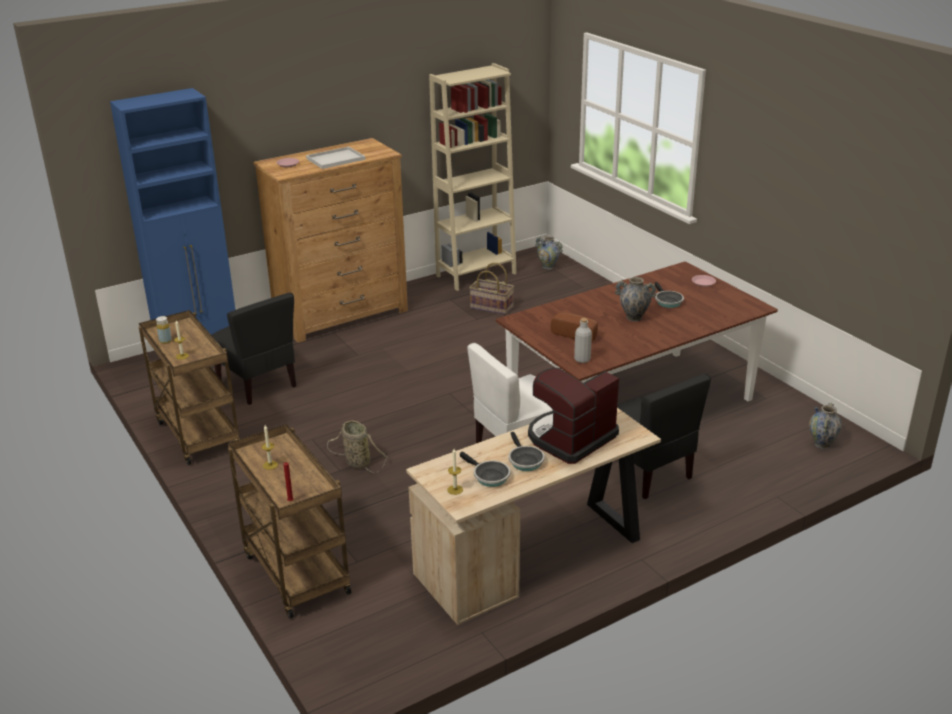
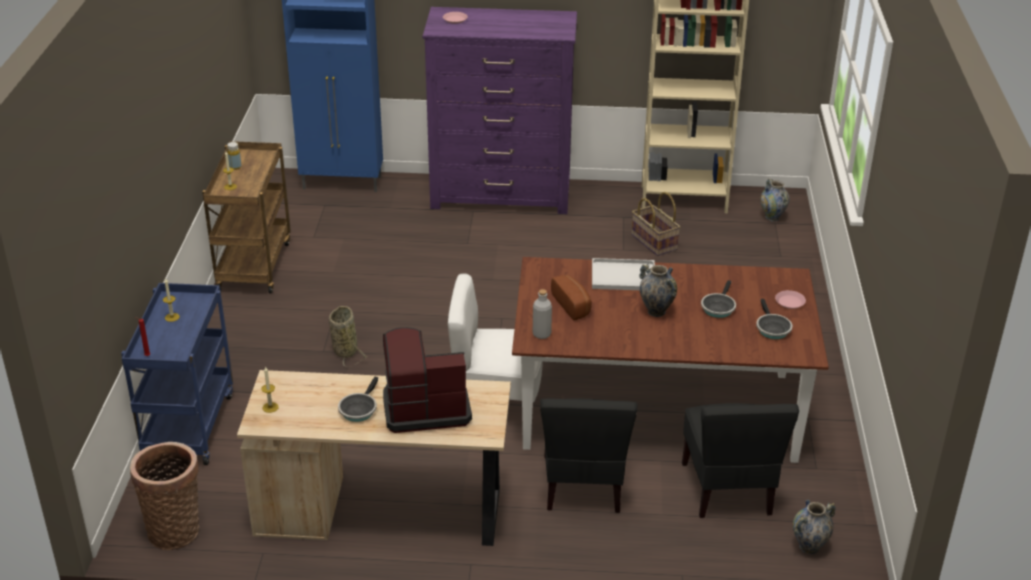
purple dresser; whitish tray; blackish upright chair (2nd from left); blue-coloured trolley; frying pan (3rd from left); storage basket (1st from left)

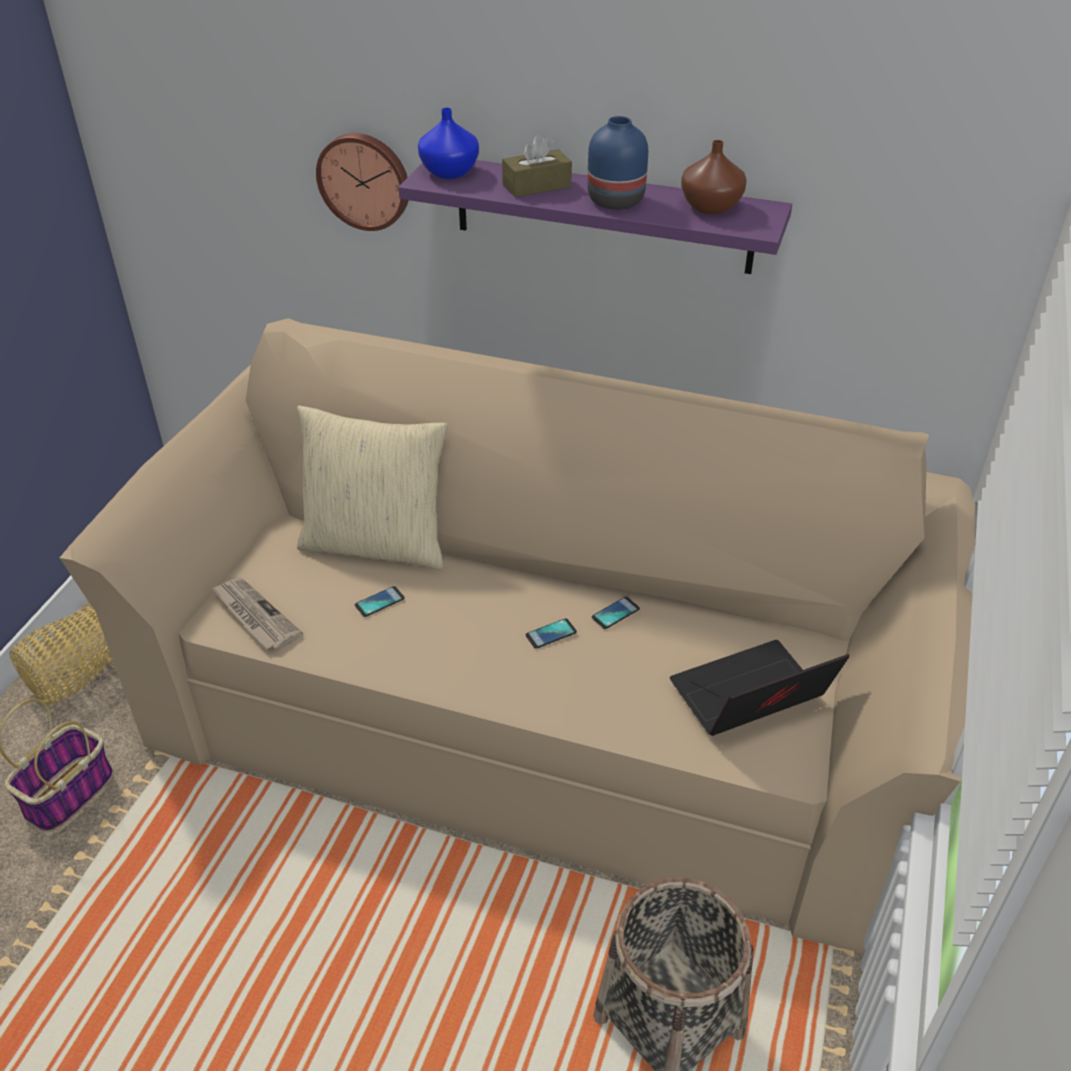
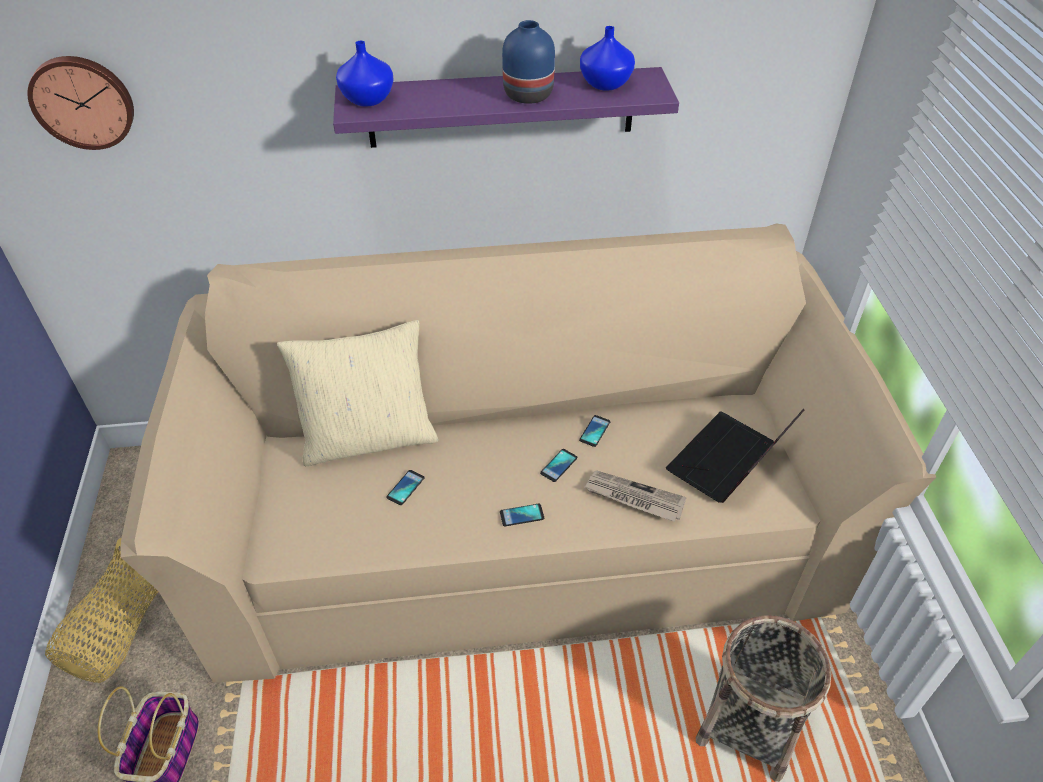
hanging clock; brown-coloured tissue box; blue-coloured decorative vase (3rd from left); newspaper; handset (2nd from left)

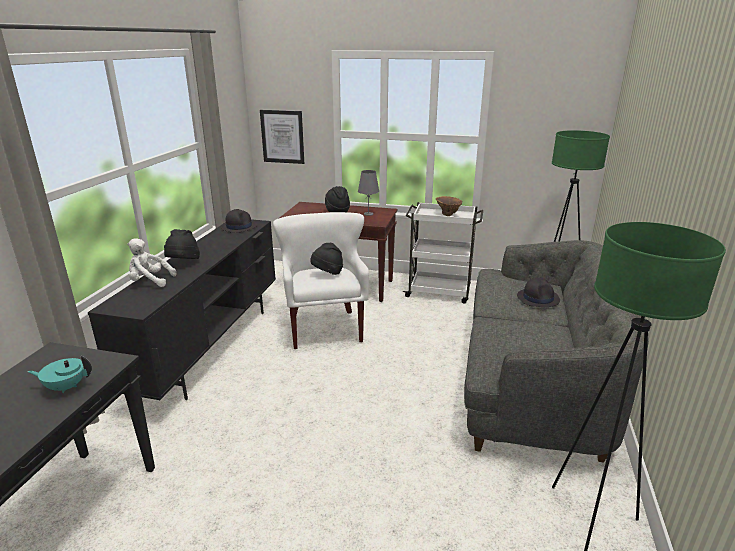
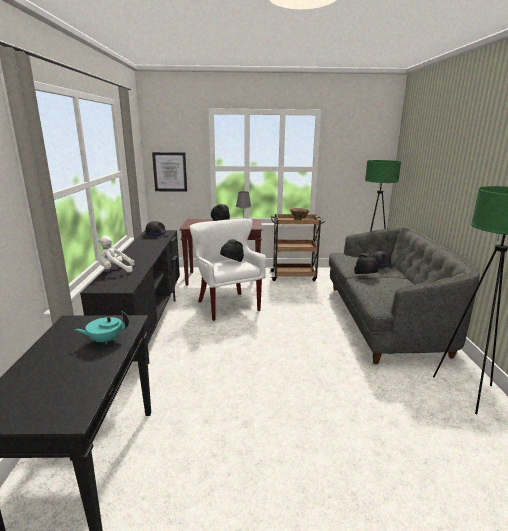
brown-coloured trolley; blackish wearable hat (4th from left)

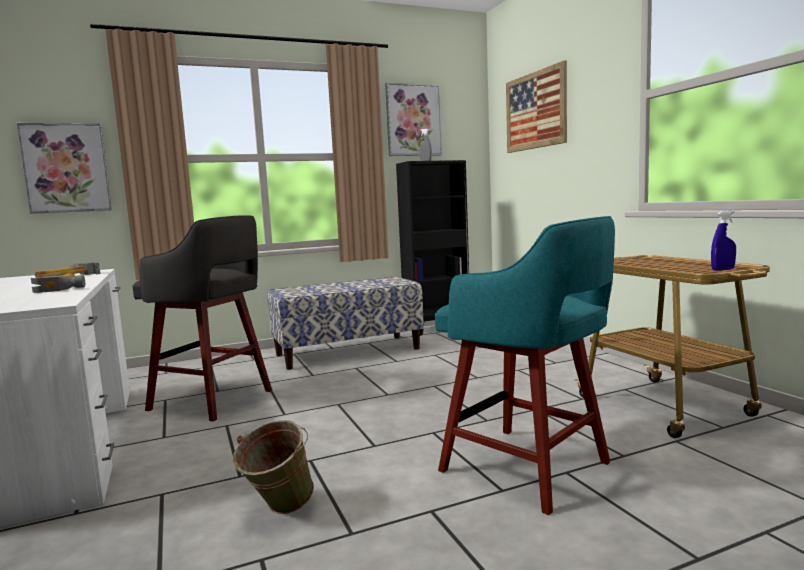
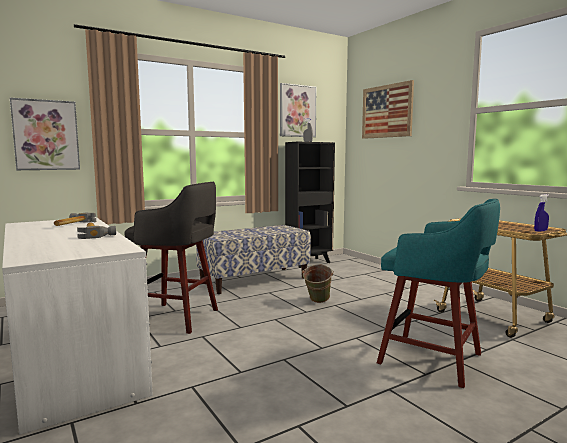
green-coloured water bucket

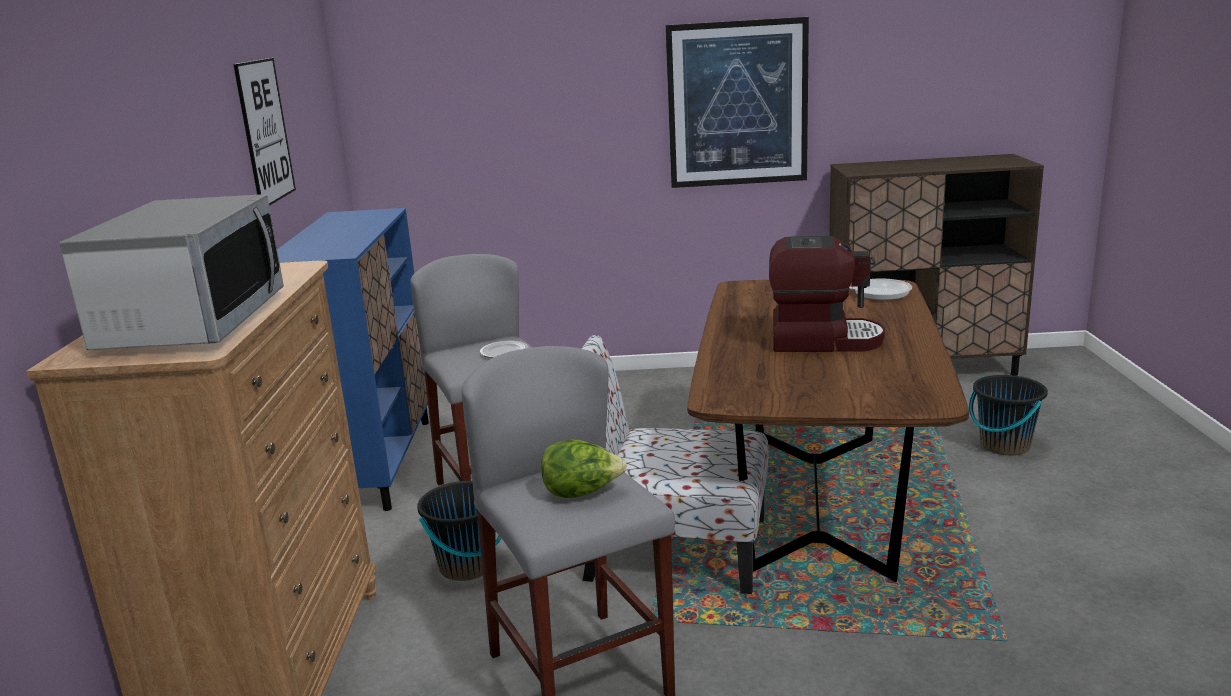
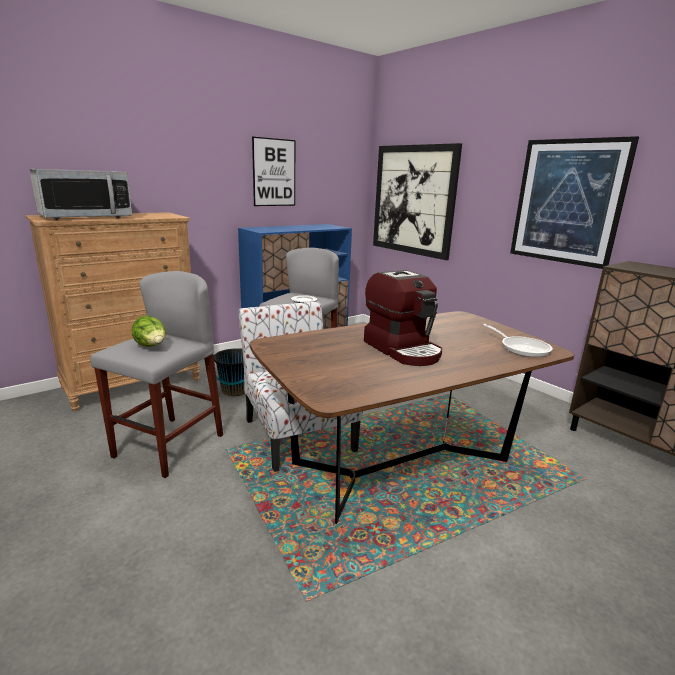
blackish water bucket (2nd from left in the first image); wall art (2nd from left)

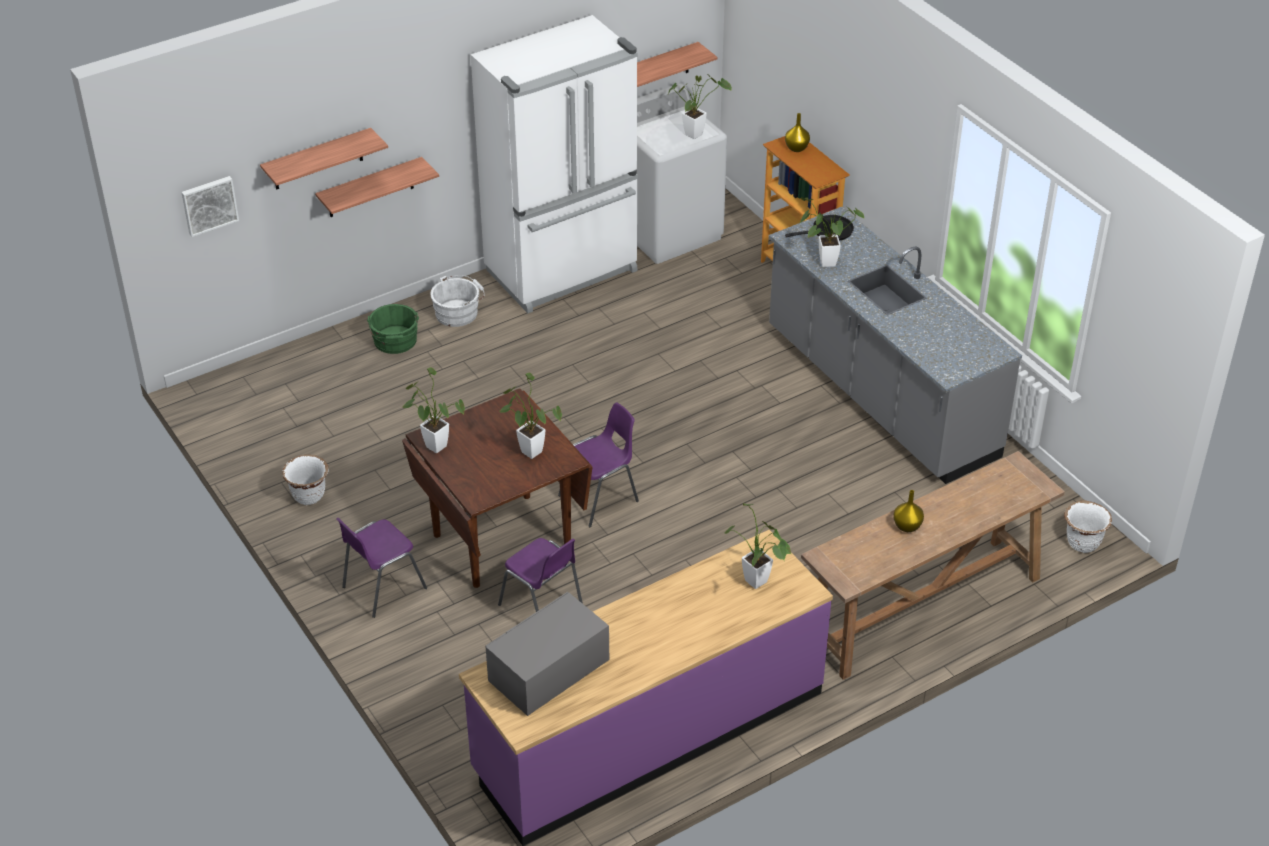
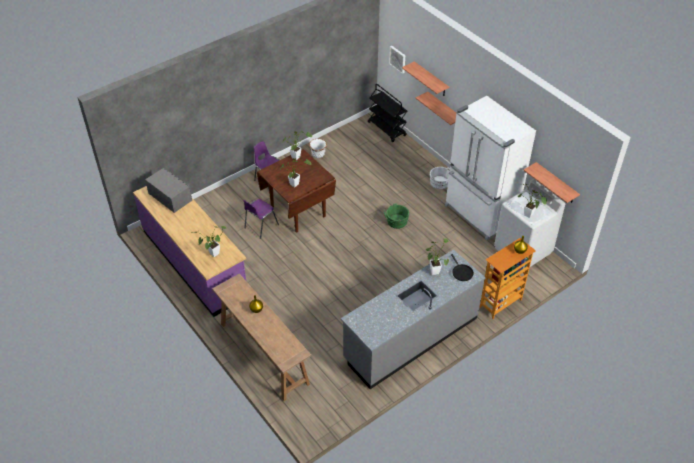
green-coloured water bucket; purple upright chair (3rd from left in the first image); whitish flower pot (2nd from left in the first image); blackish trolley

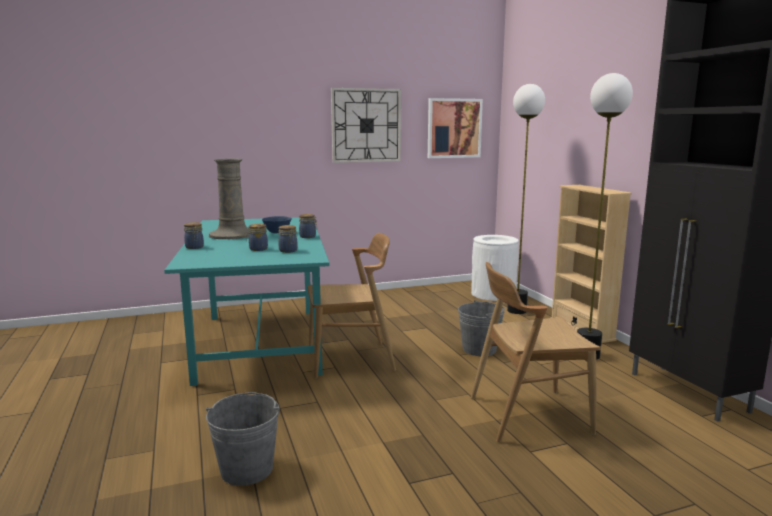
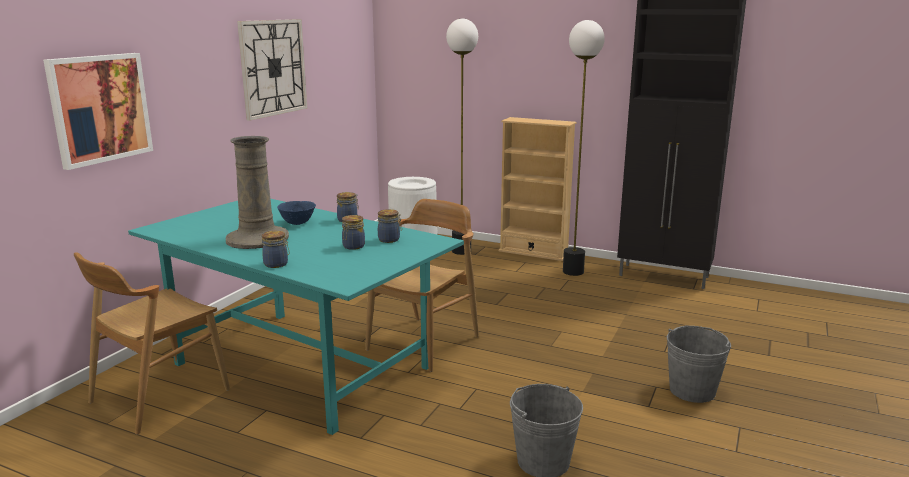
wall art; brown-coloured upright chair (1st from left); gray water bucket (2nd from left)

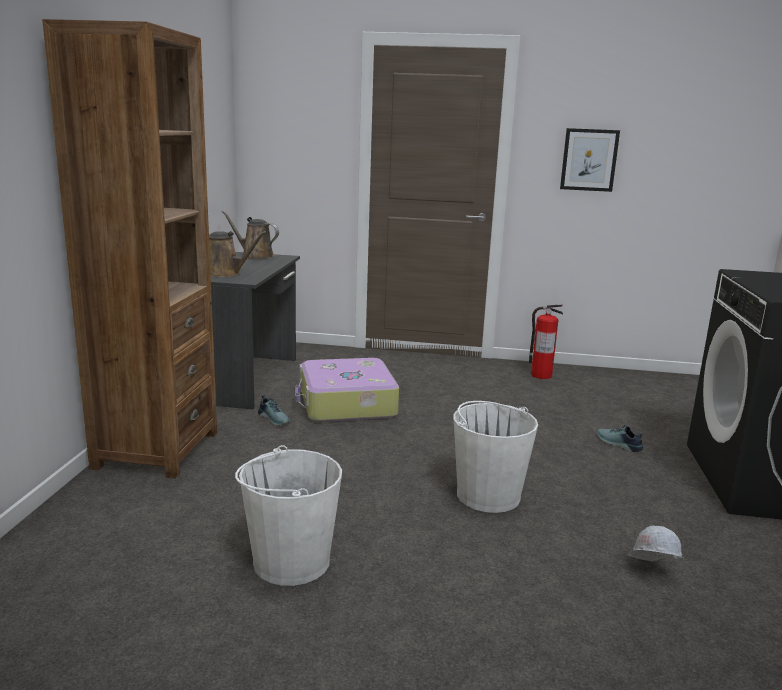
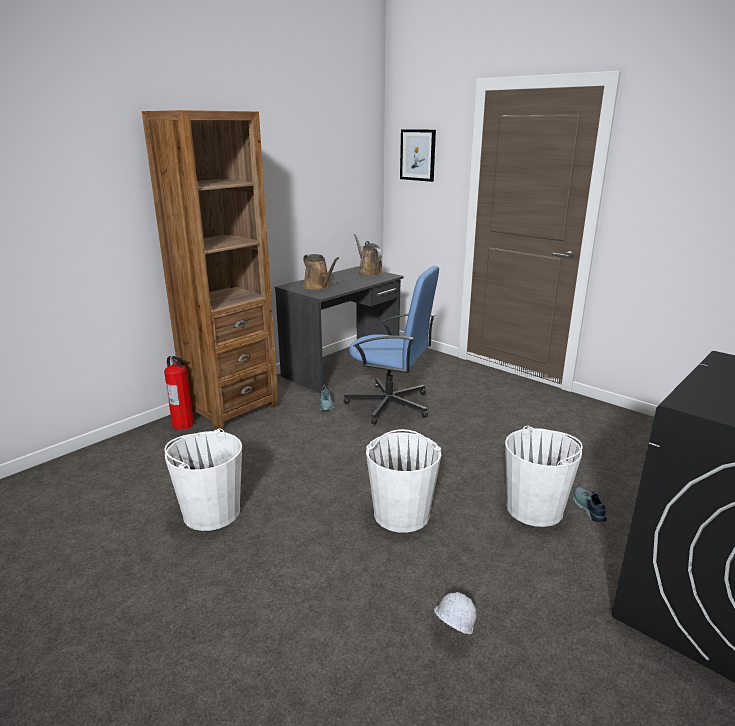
wall art; extinguisher; blue-coloured desk chair; whitish water bucket (3rd from left)

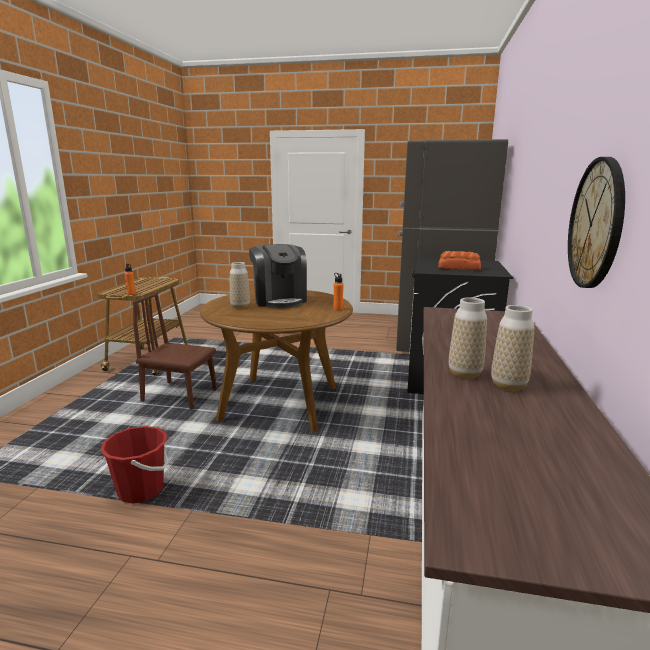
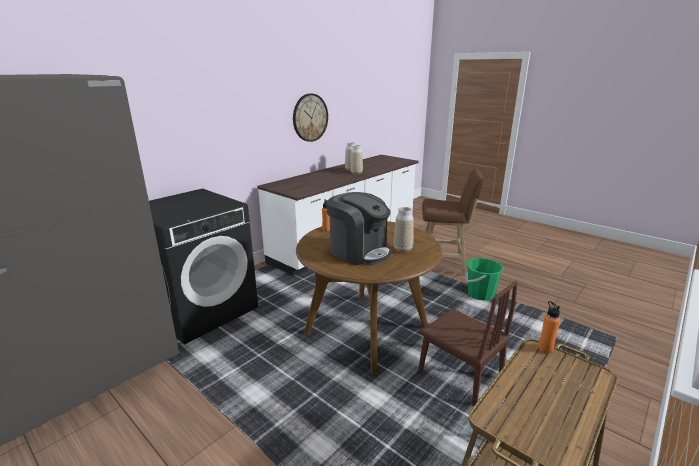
coffee brewer; bread; green-coloured water bucket; brown-coloured stool seat

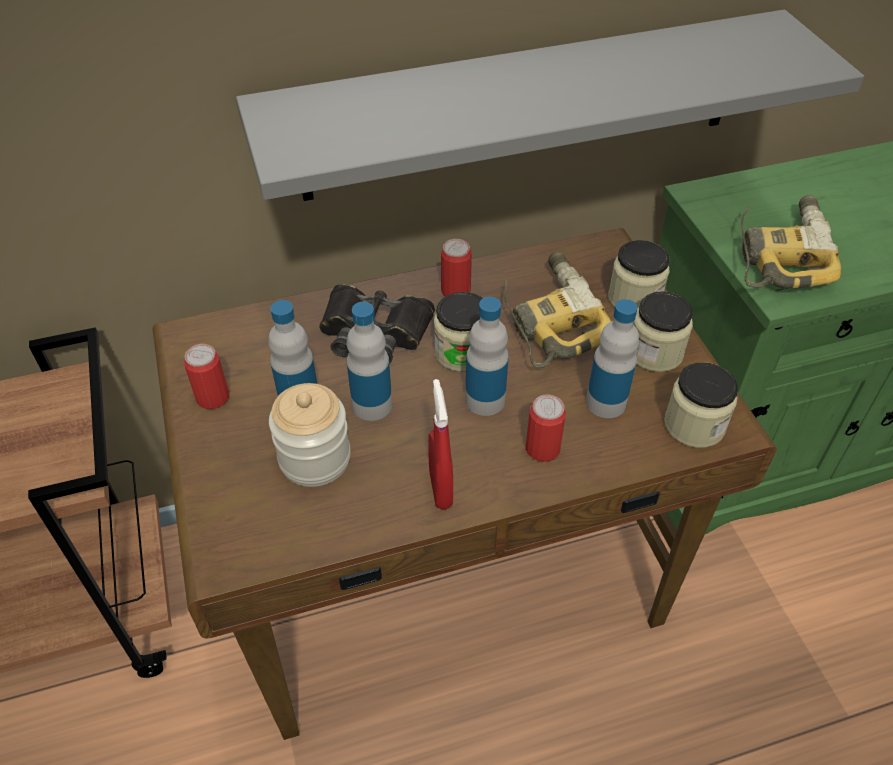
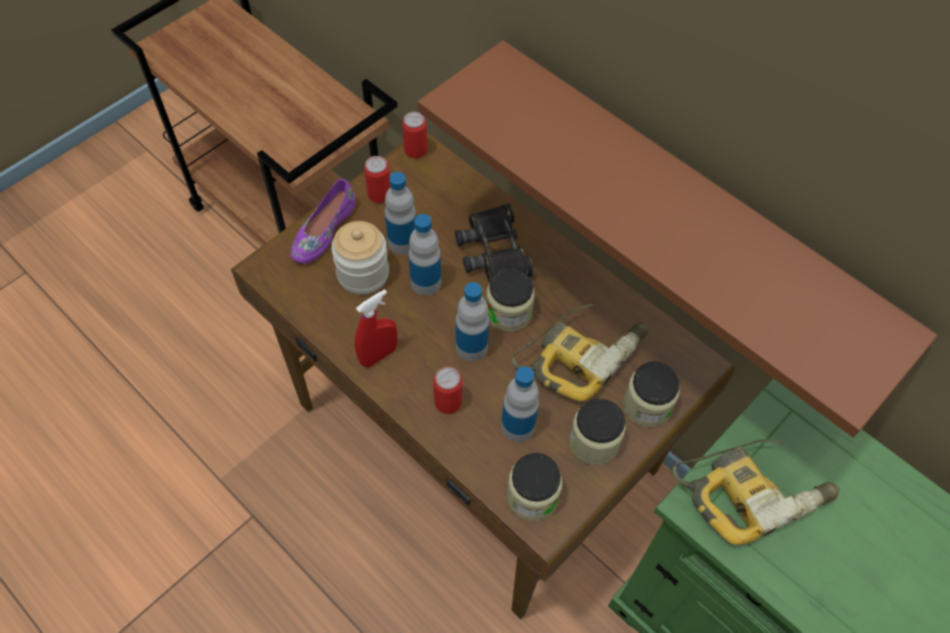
brown-coloured bracket shelf; metal can (2nd from left); purple low shoe

